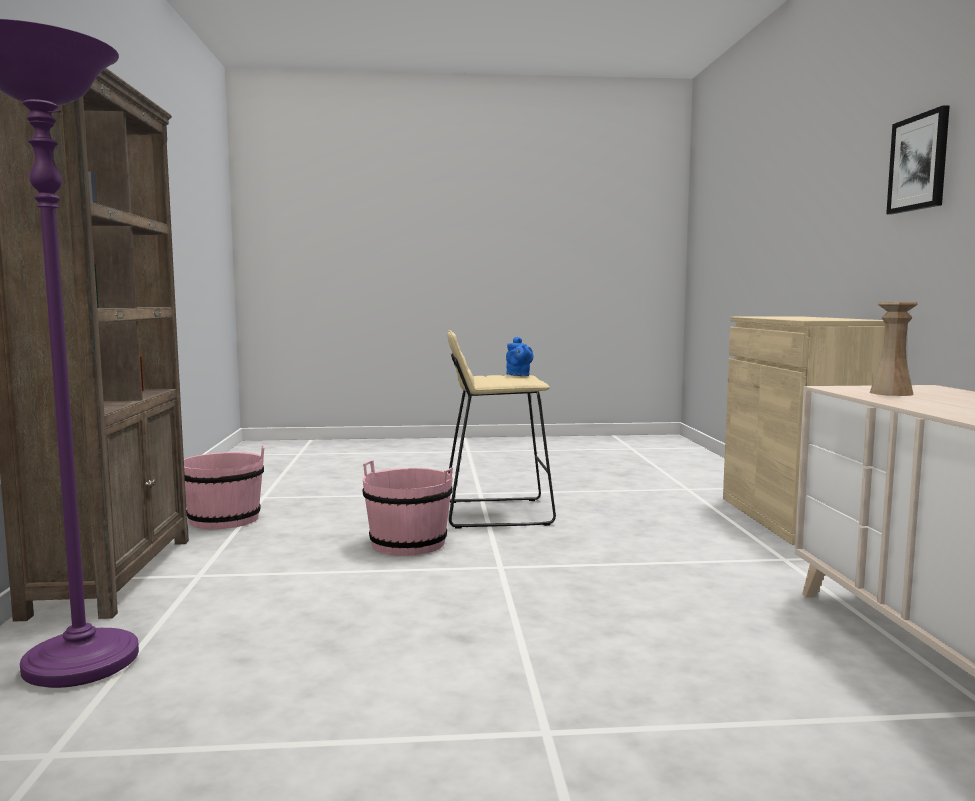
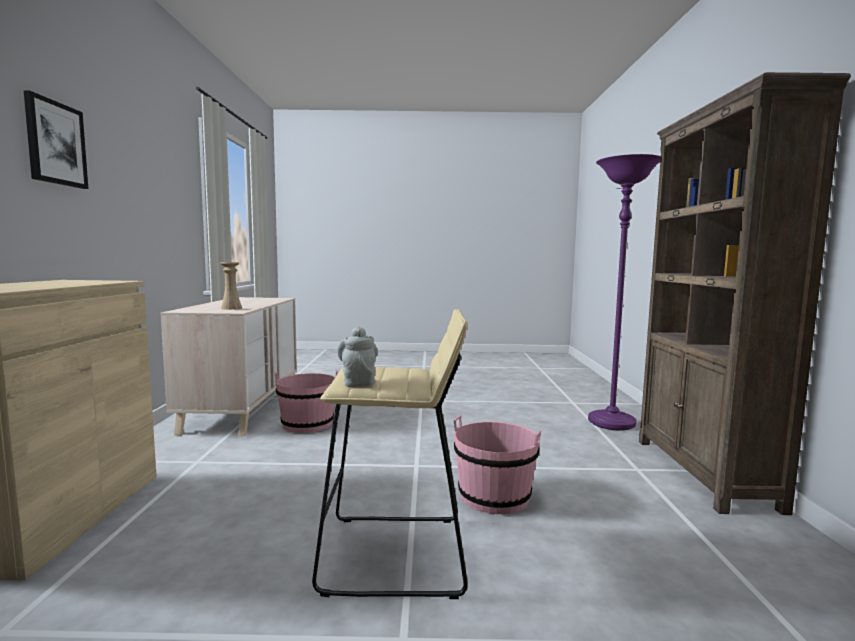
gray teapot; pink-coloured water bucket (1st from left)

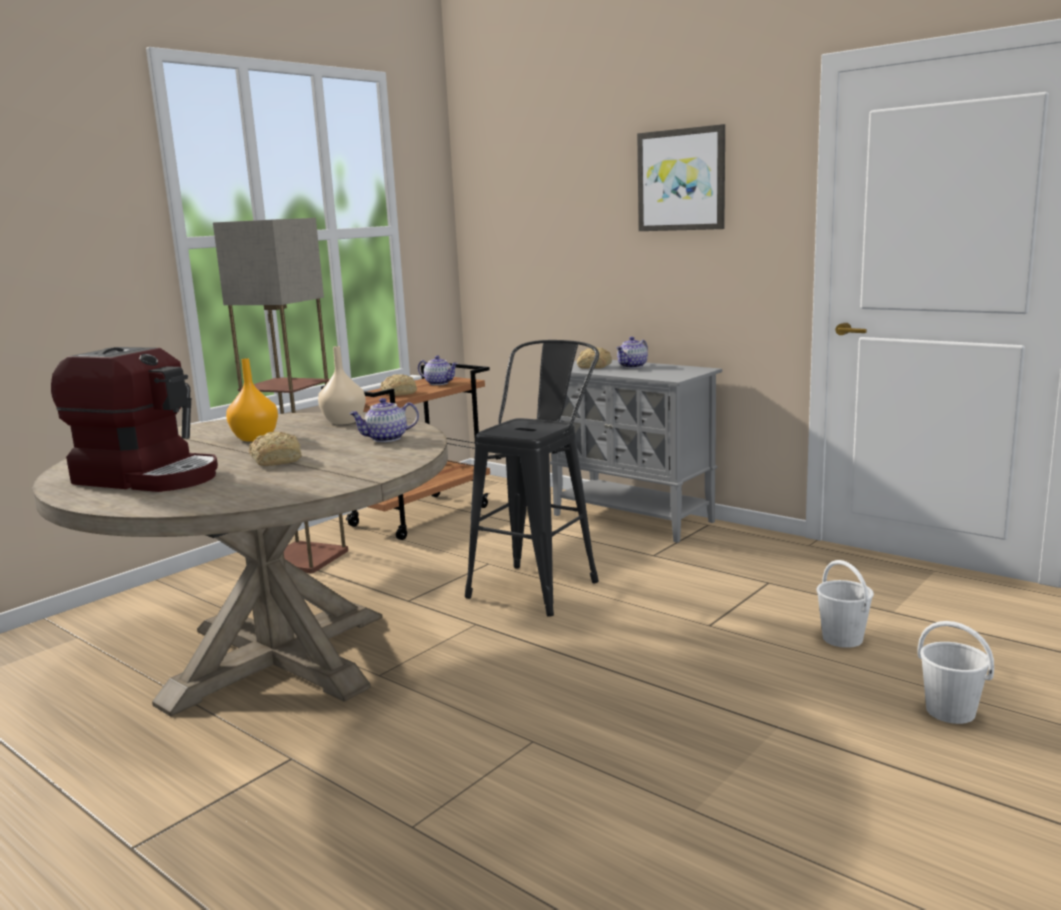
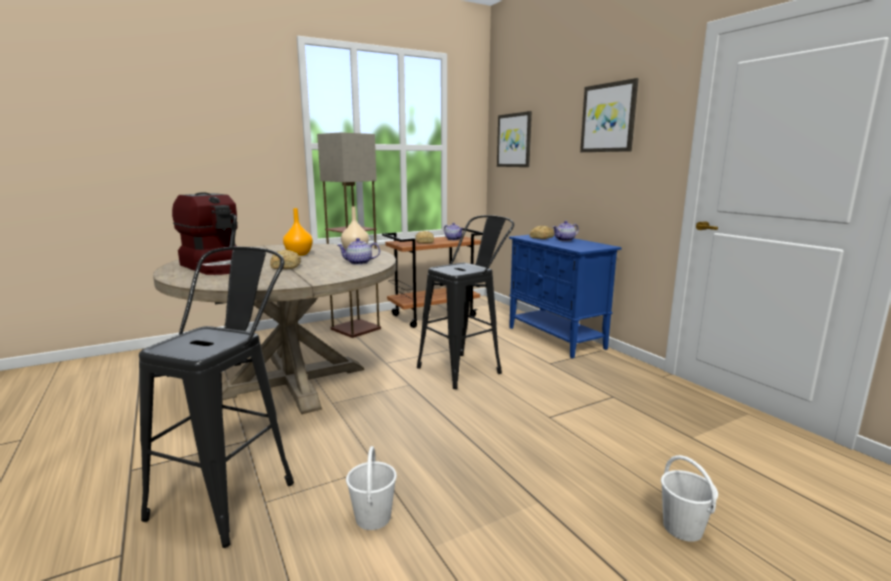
blue-coloured cupboard; whitish water bucket (1st from left); wall art (1st from left); blackish stool seat (1st from left)

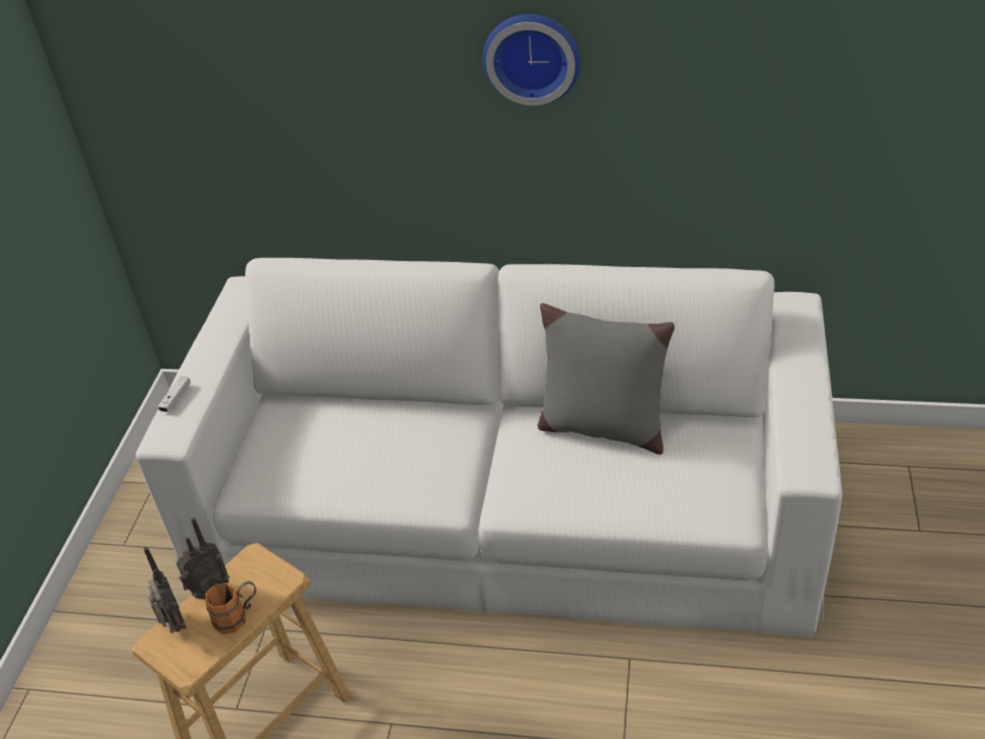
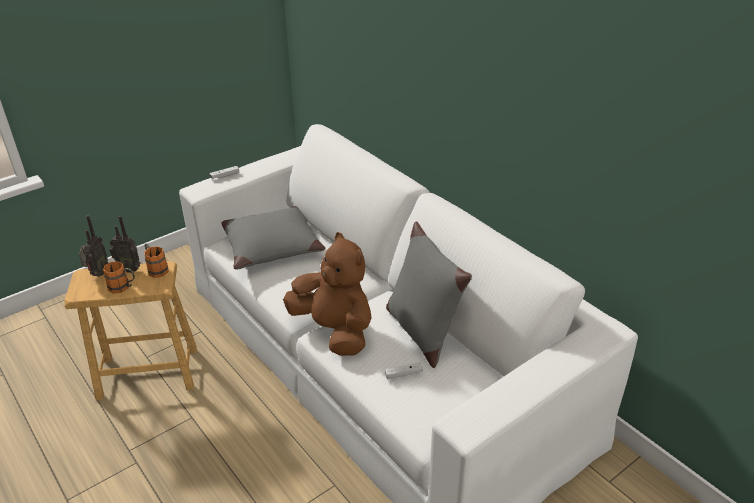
hanging clock; gray pillow (1st from left); brown-coloured cuddly toy; orange tea mug (2nd from left); whitish game controller (2nd from left)

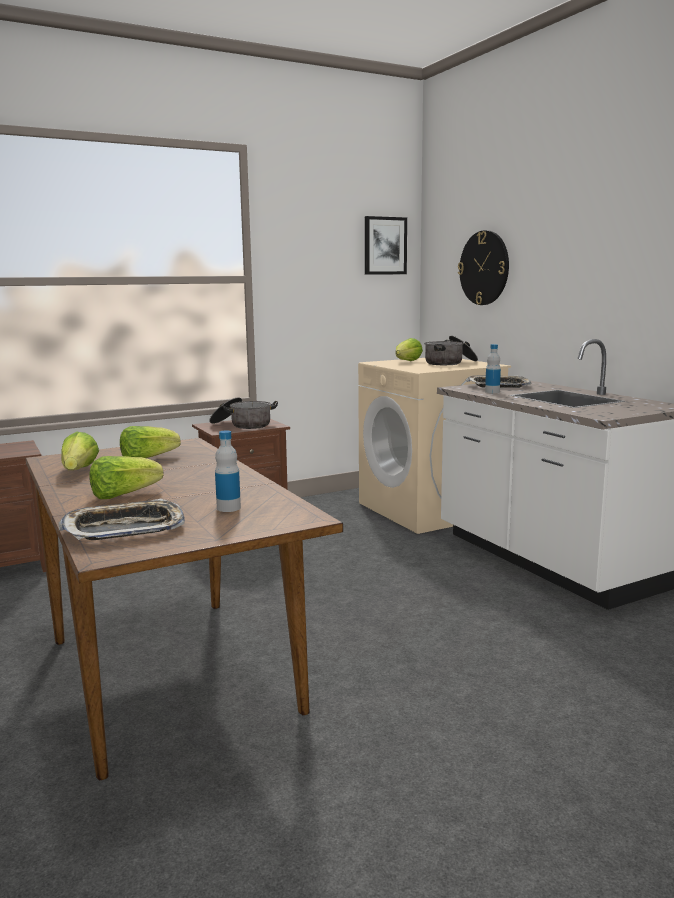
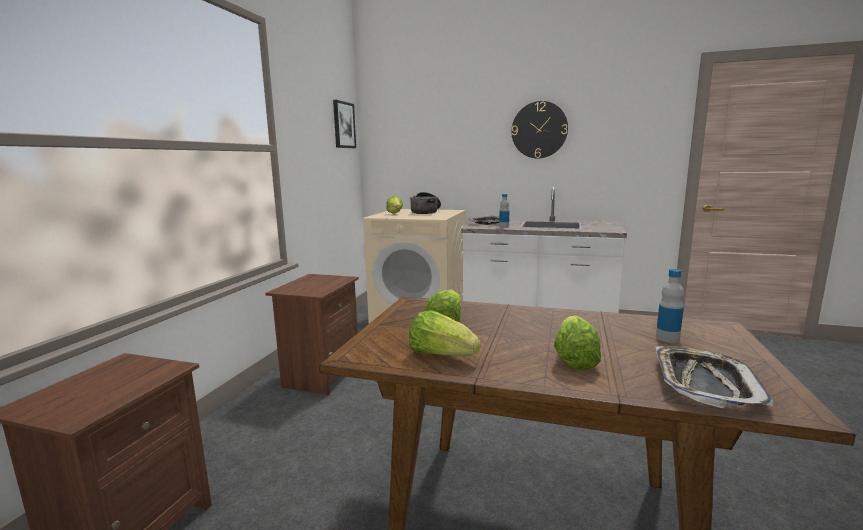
hanging clock; cooking pot (1st from left in the first image)

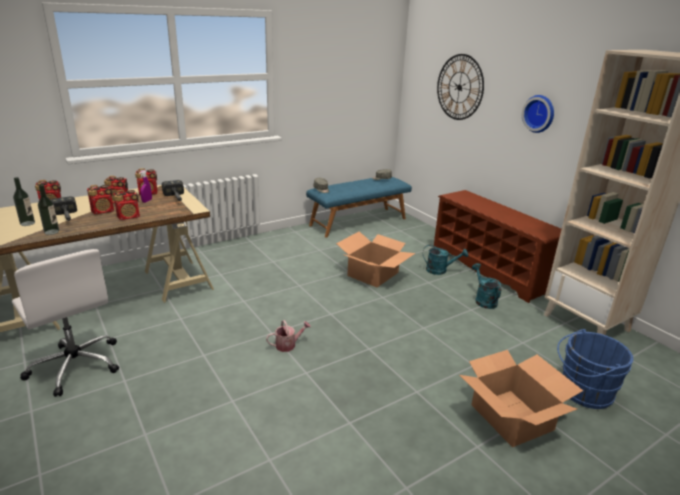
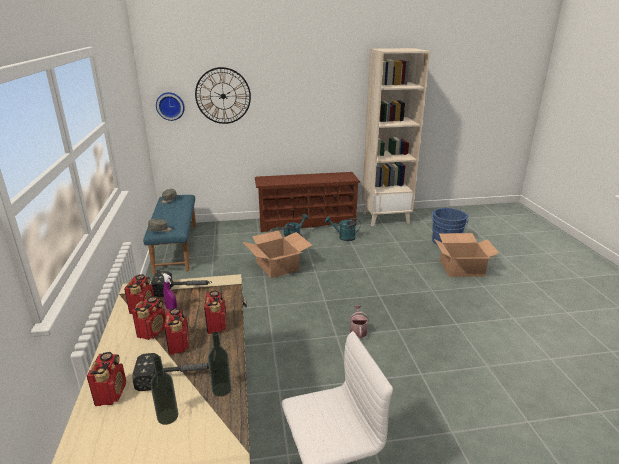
hanging clock (1st from left)

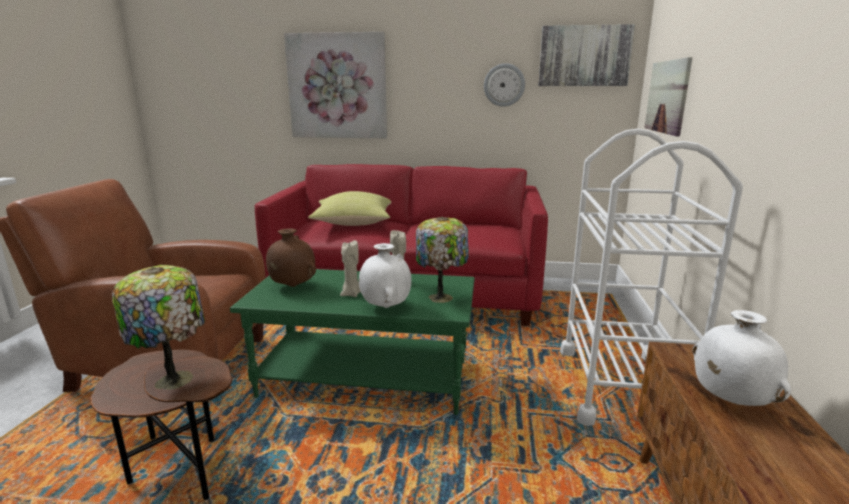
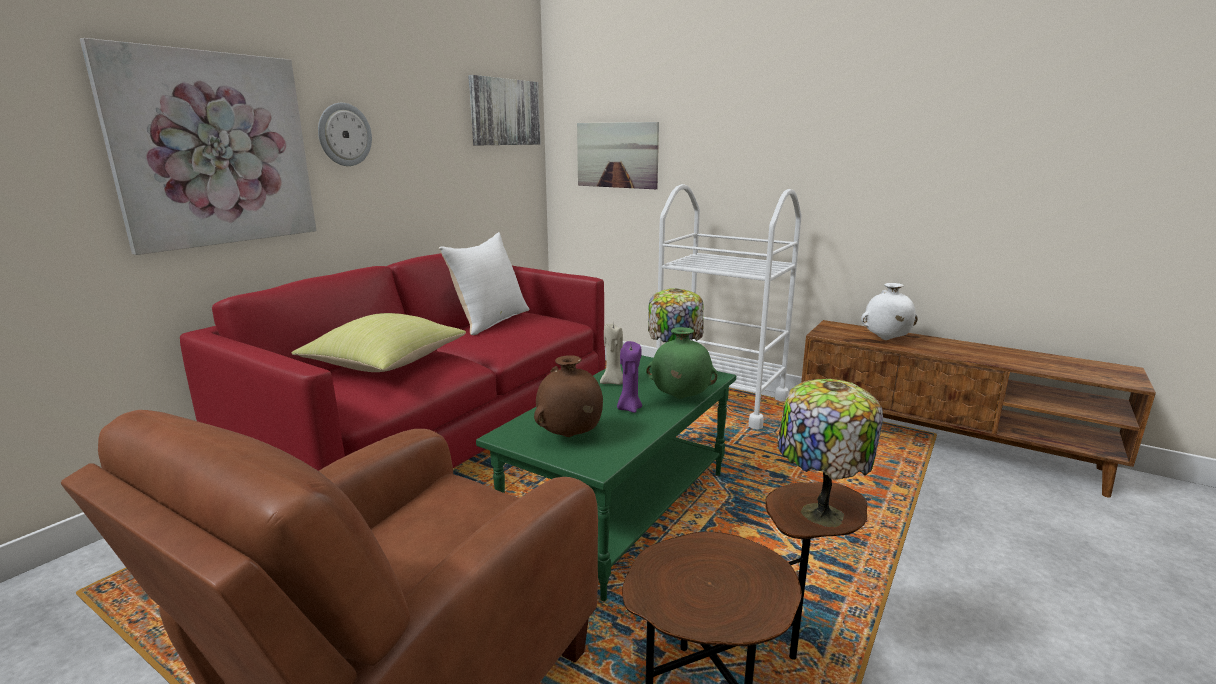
hanging clock; purple wax candle; green-coloured decorative vase; whitish pillow

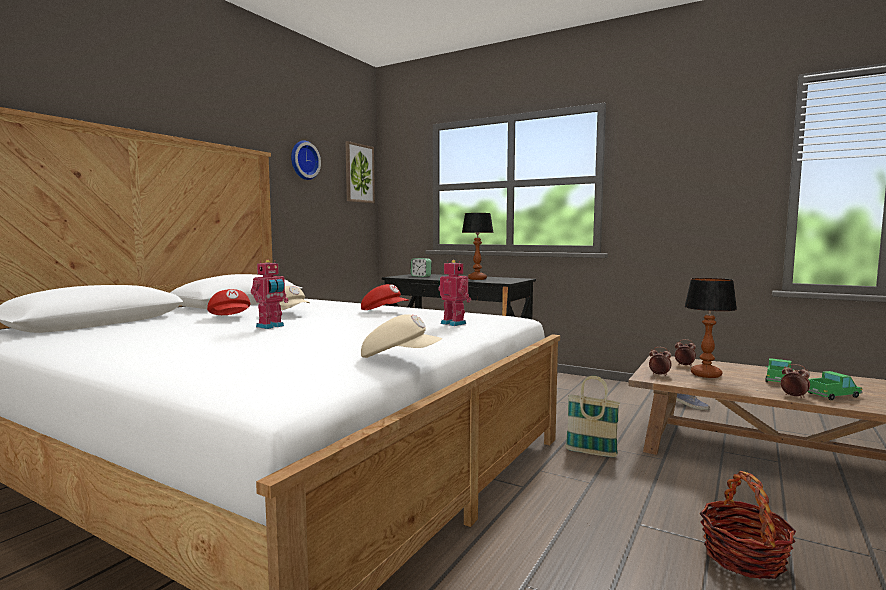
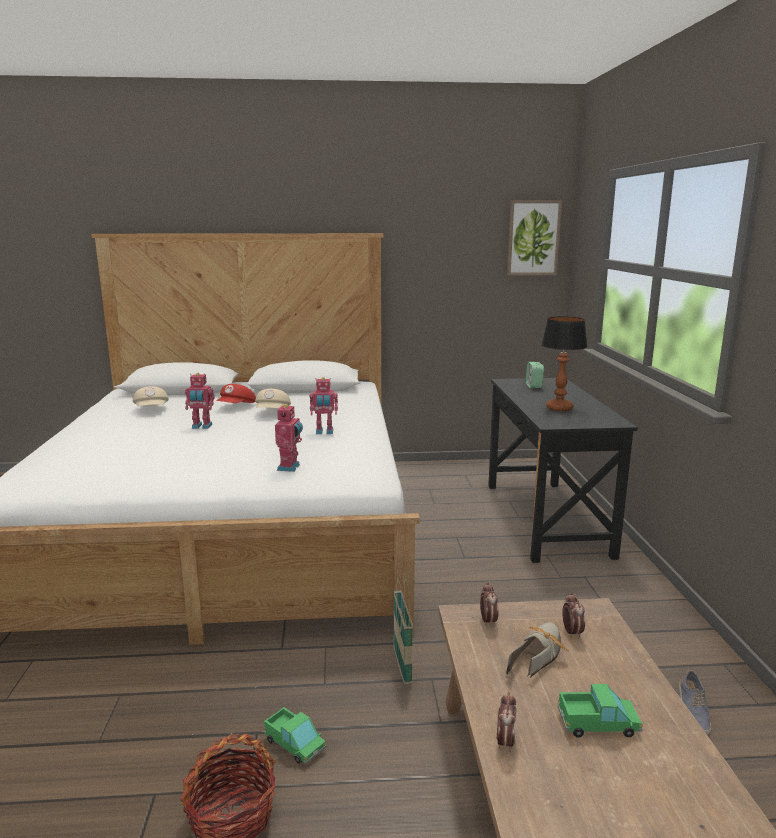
hanging clock; low shoe (1st from left); toy robot (3rd from left); beige cap (1st from left); toy truck (1st from left)

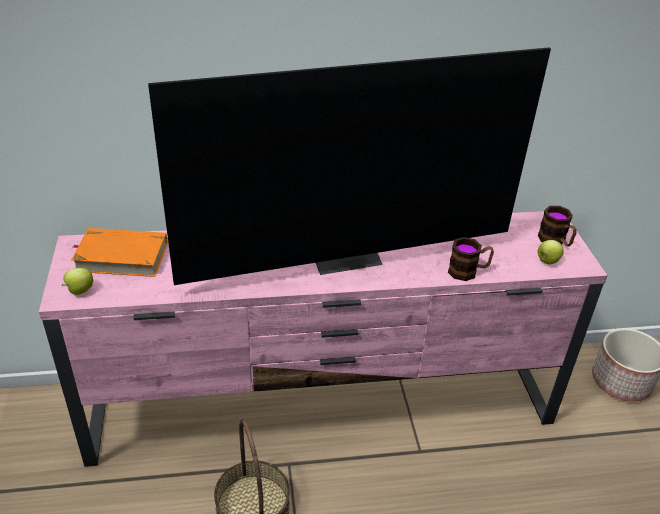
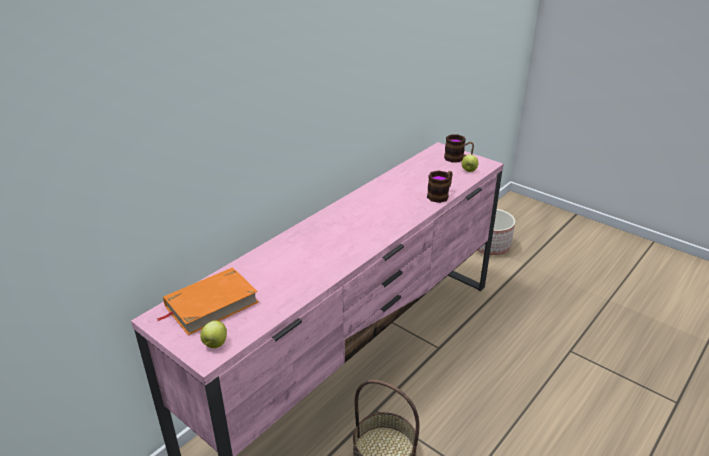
TV

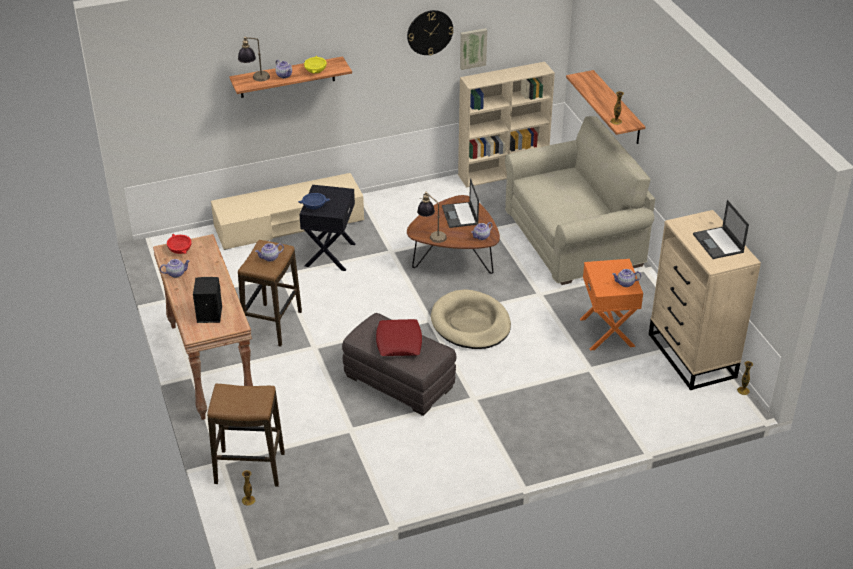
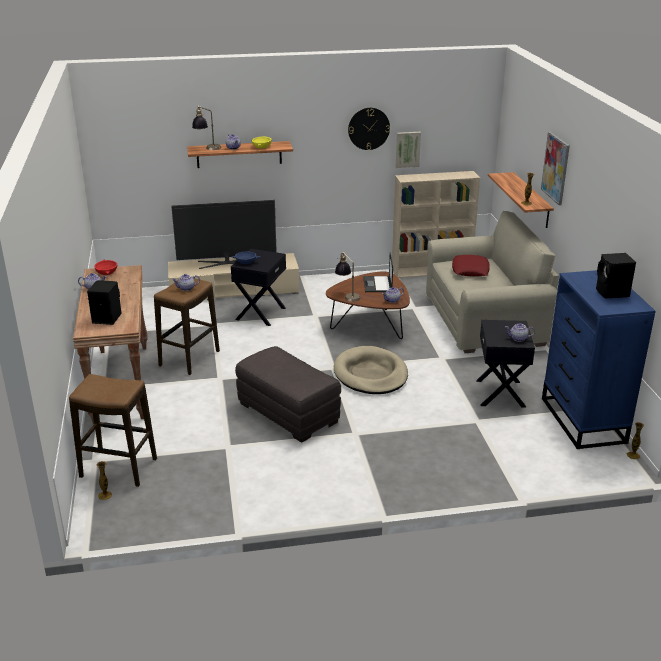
blackish loudspeaker (2nd from left); blue-coloured dresser; blackish side table (2nd from left); red pillow; wall art (2nd from left); TV

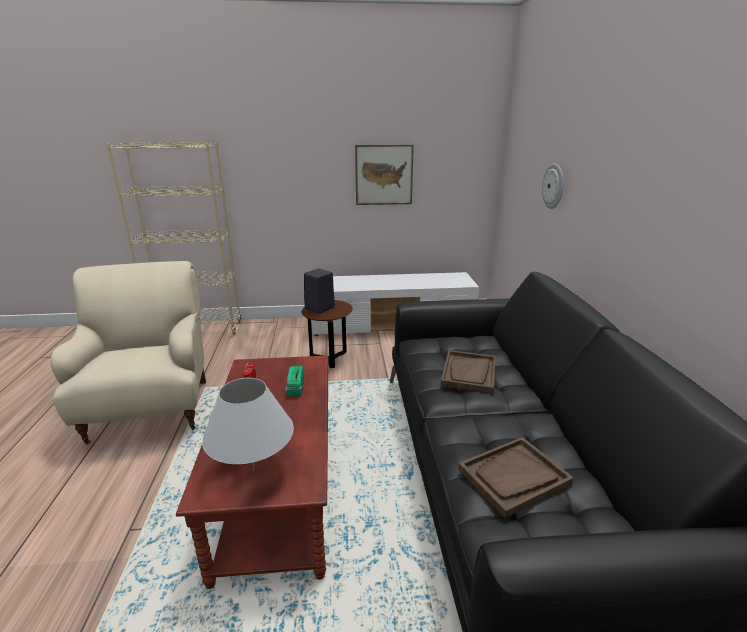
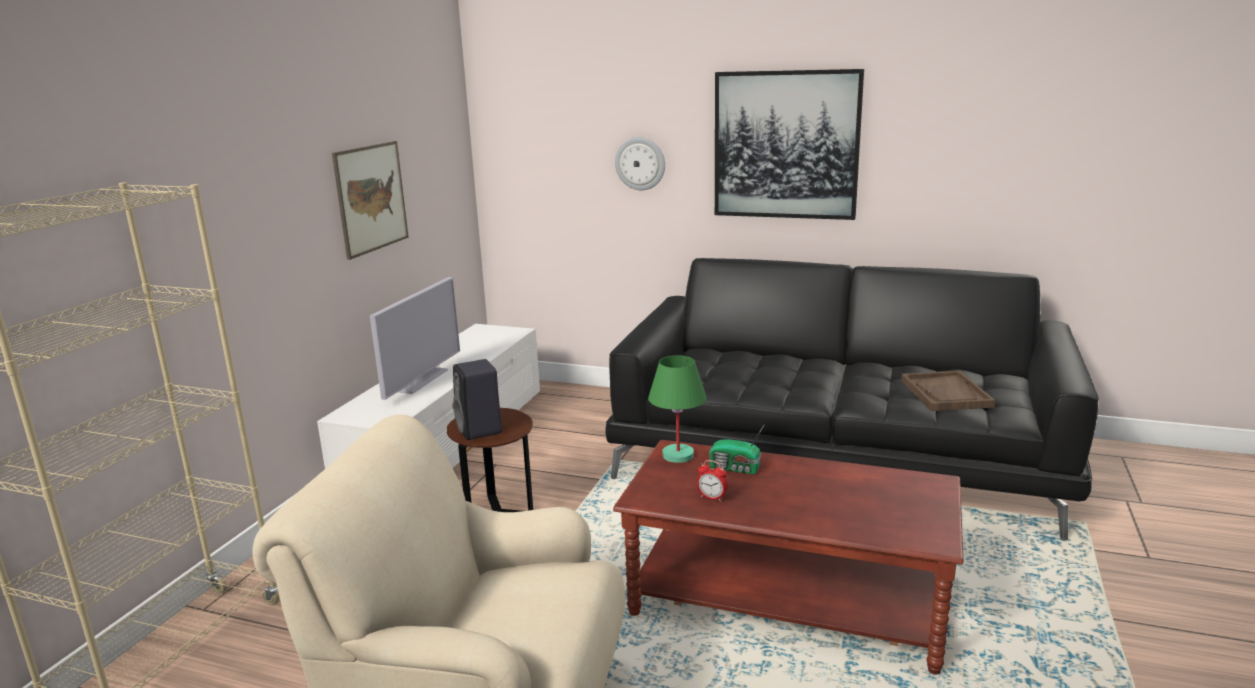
brown-coloured tray (1st from left in the first image); whitish lamp for a table; wall art (2nd from left); TV; green-coloured lamp for a table

